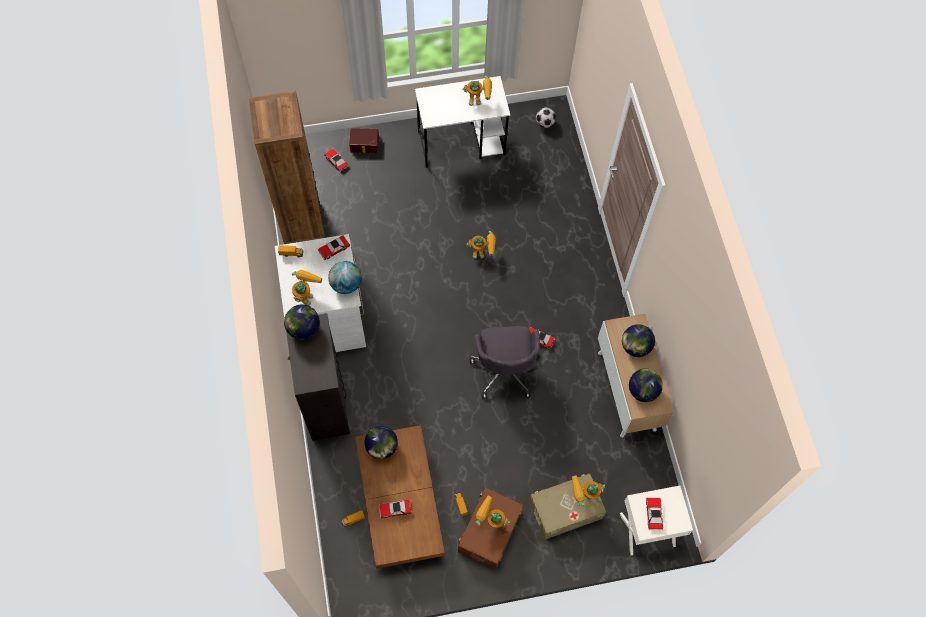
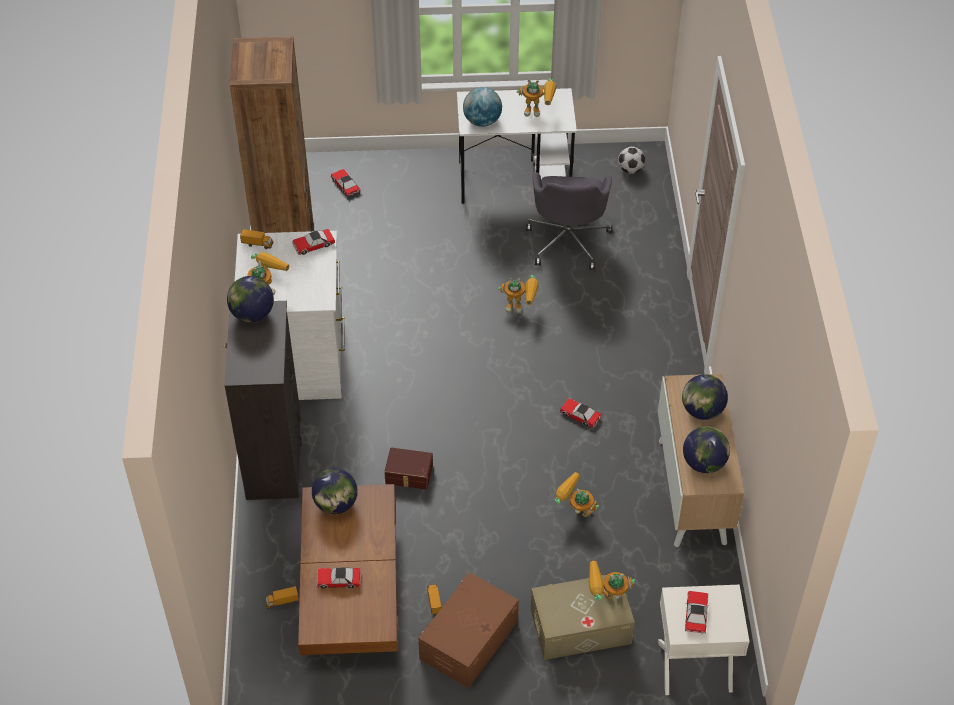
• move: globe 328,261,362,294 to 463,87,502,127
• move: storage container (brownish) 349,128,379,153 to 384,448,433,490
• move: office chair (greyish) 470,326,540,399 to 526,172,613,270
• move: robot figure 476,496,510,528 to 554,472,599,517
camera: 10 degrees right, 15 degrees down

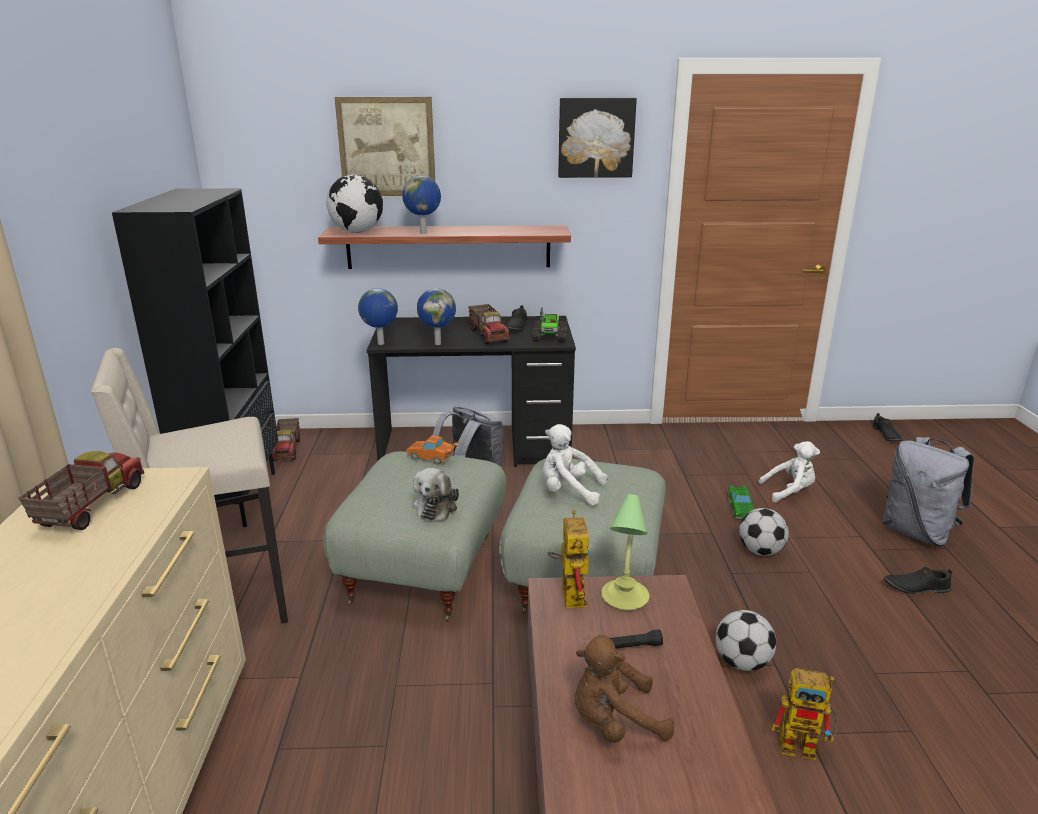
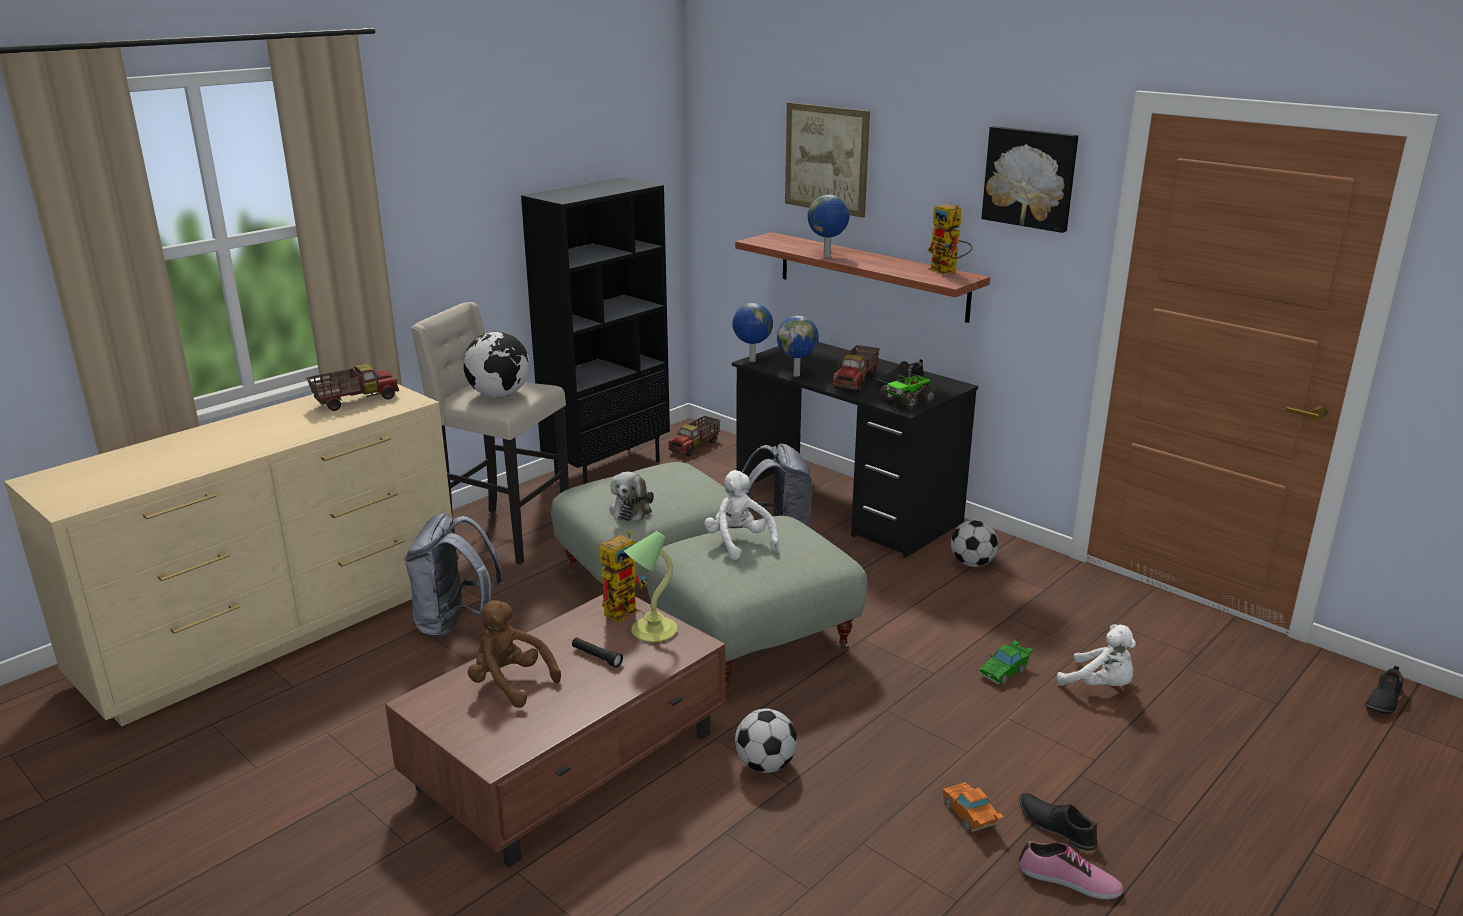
• move: globe 326,175,383,233 to 463,332,530,398
• move: miniature car (orange) 406,435,459,465 to 942,782,1004,832
• rotate: soft toy 412,468,459,520 = 609,472,654,521 45 degrees counterclockwise
• move: football 739,508,789,556 to 951,520,999,567
• move: robot figure 771,668,837,760 to 927,204,973,275
• move: backpack (greyish) 882,437,974,546 to 404,513,504,638
• insert: item of footwear 1019,841,1123,899
camera: 45 degrees right, 0 degrees up

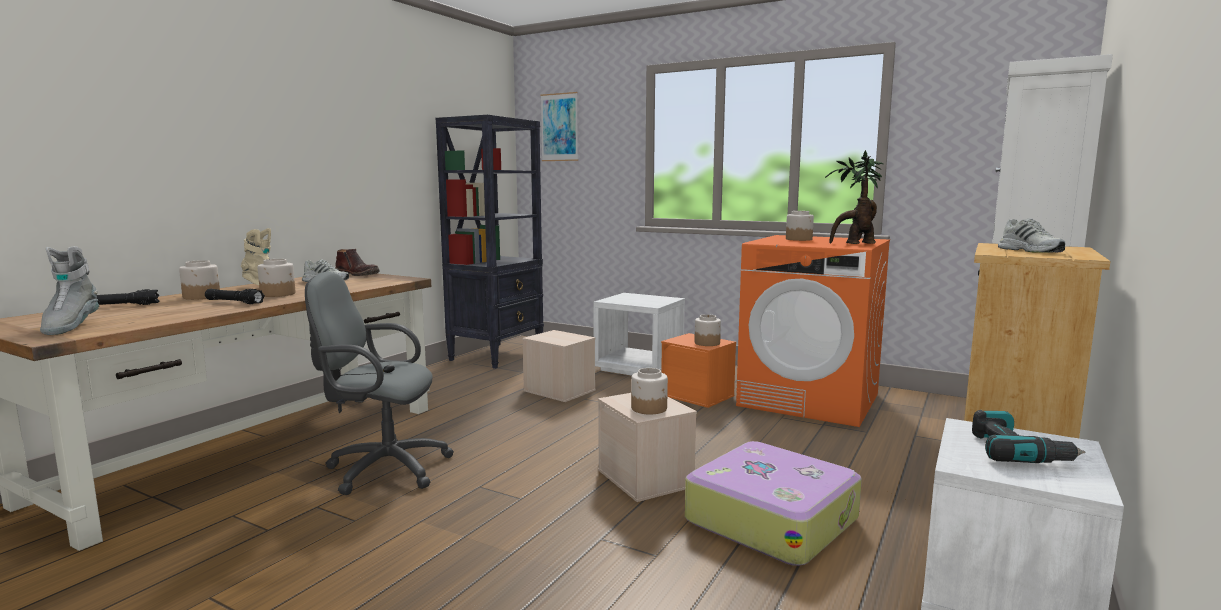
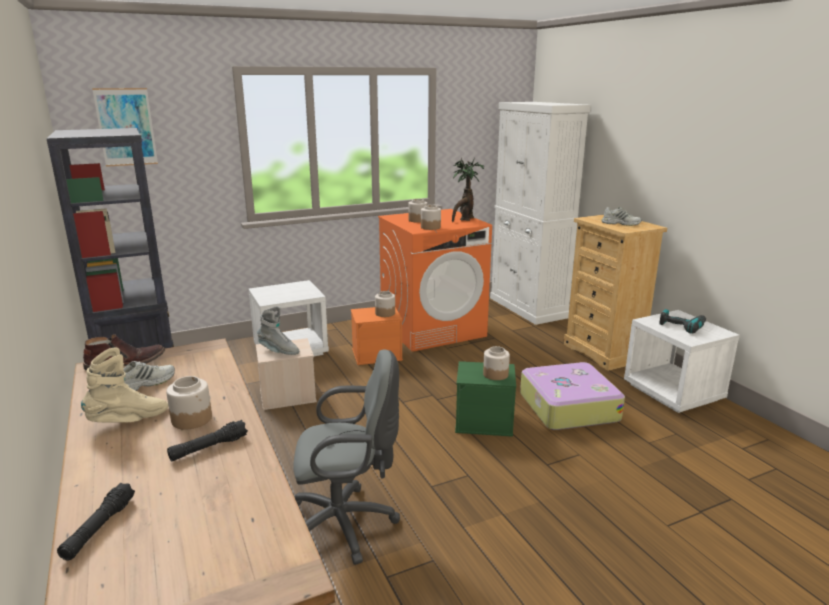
• move: boot (greyish) 40,246,100,335 to 257,306,299,355
• move: storage jar 179,260,220,300 to 421,205,441,230
• rotate: office chair (greyish) 305,272,454,495 = 293,349,400,565 135 degrees counterclockwise
• recolor: storage container (sand-coloured) 598,393,697,502 to storage container (green-coloured) 455,361,516,437
camera: 55 degrees left, 10 degrees up

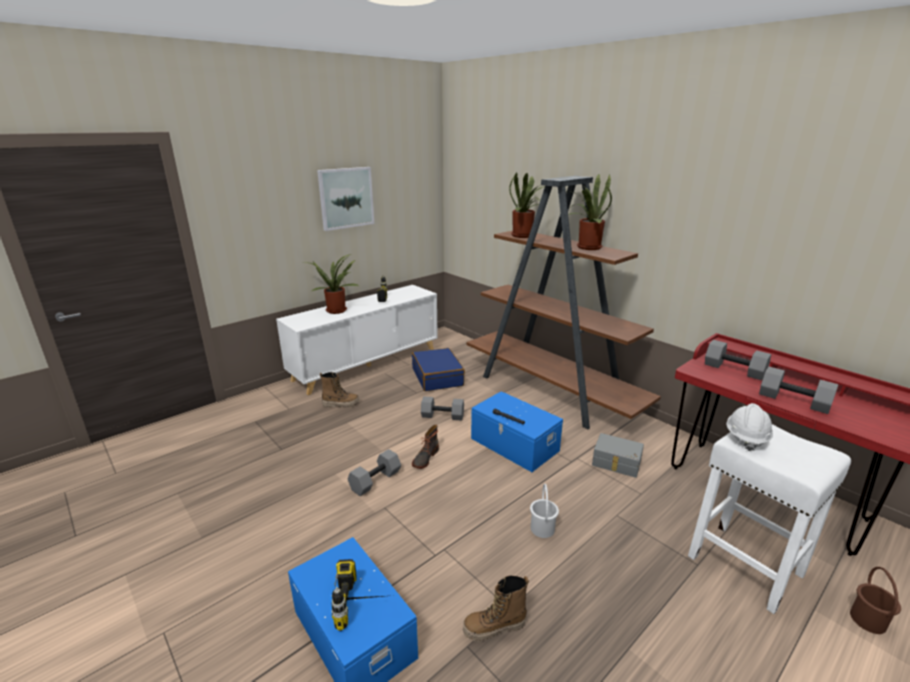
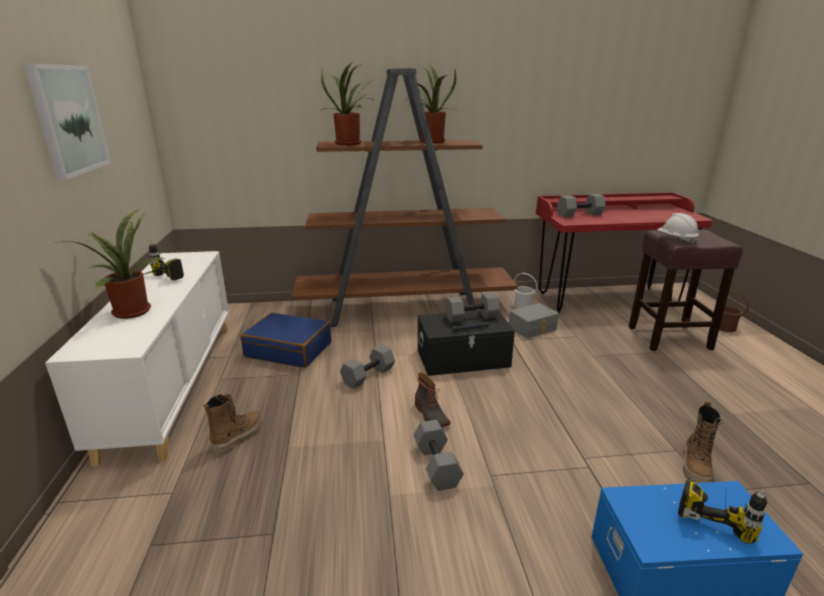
• recolor: storage container (blue) 471,391,563,472 to storage container (blackish) 418,310,515,376
• move: bucket (white-coloured) 530,484,559,538 to 514,273,538,309
• recolor: sitting stool (white-coloured) 688,424,851,614 to sitting stool (brownish) 629,230,743,351
• move: free weight (greyish) 759,367,838,414 to 445,293,500,323
camera: 55 degrees left, 0 degrees up

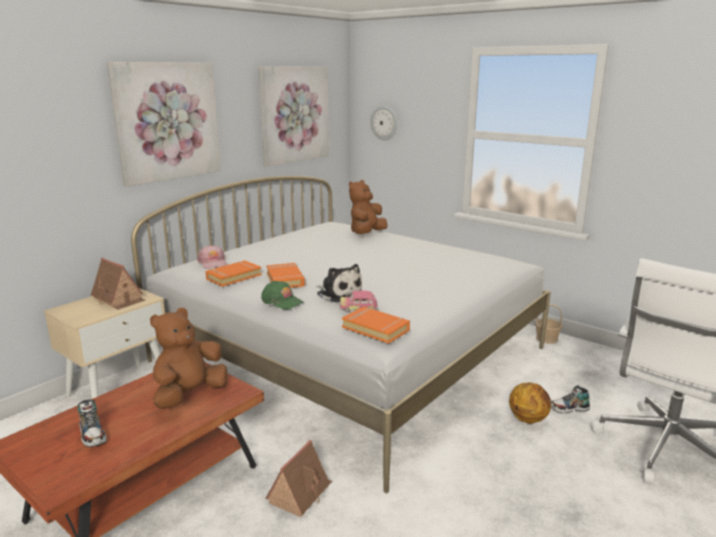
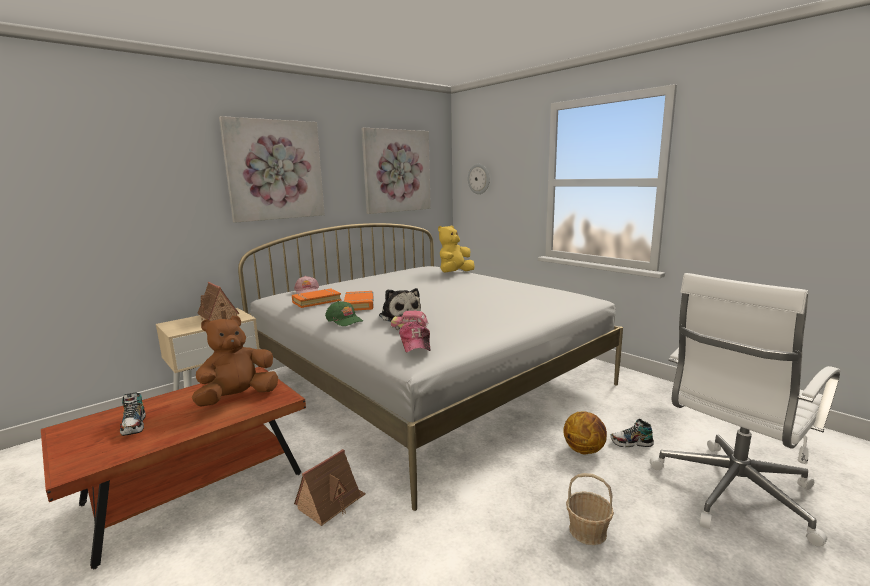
• replace: book (orange) 342,307,410,343 to peaked cap 399,321,430,353
• recolor: soft toy (brownish) 349,180,387,234 to soft toy (yellow) 438,226,475,273
• move: storage basket 535,304,562,344 to 566,473,614,545
camera: 10 degrees right, 5 degrees down

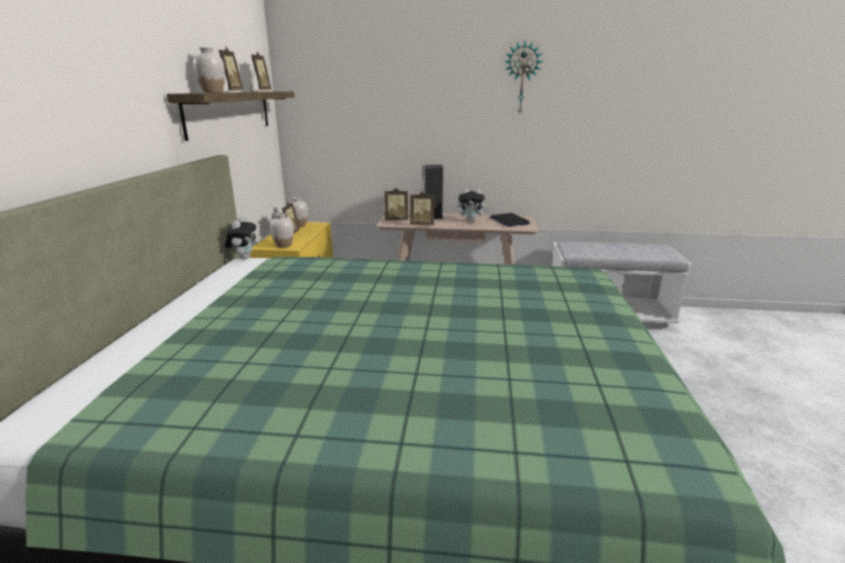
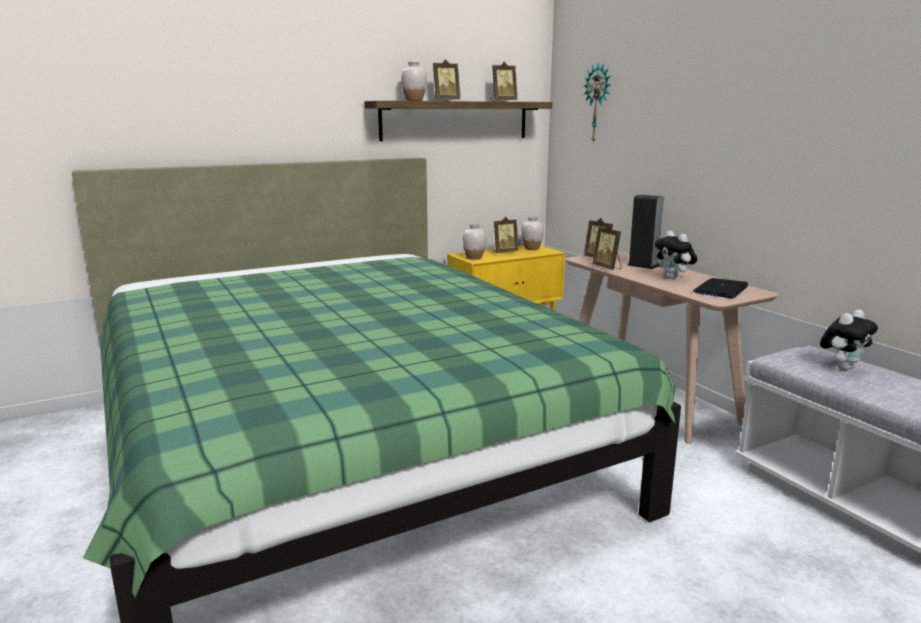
• move: soft toy 224,217,256,259 to 820,310,878,370
• move: clock on the wall 505,40,543,113 to 583,63,611,144
camera: 55 degrees right, 5 degrees down

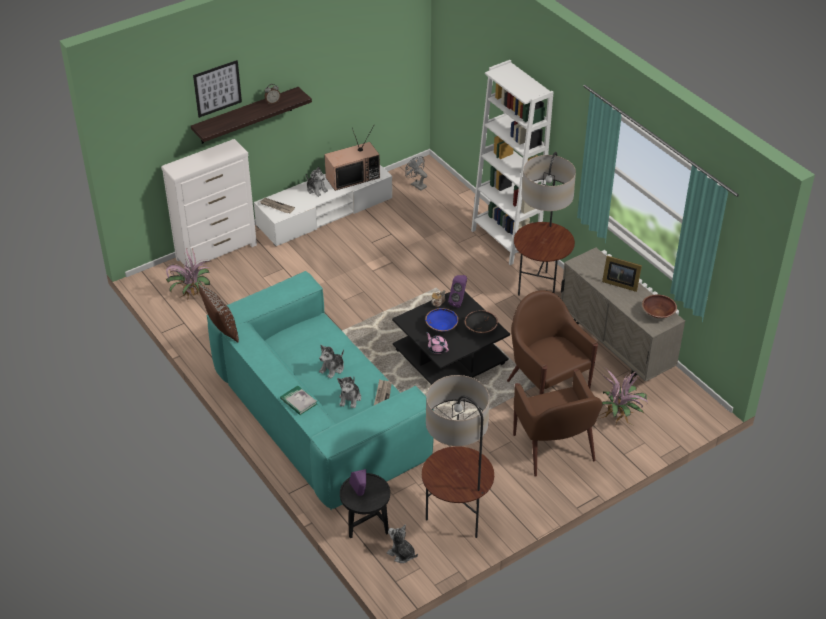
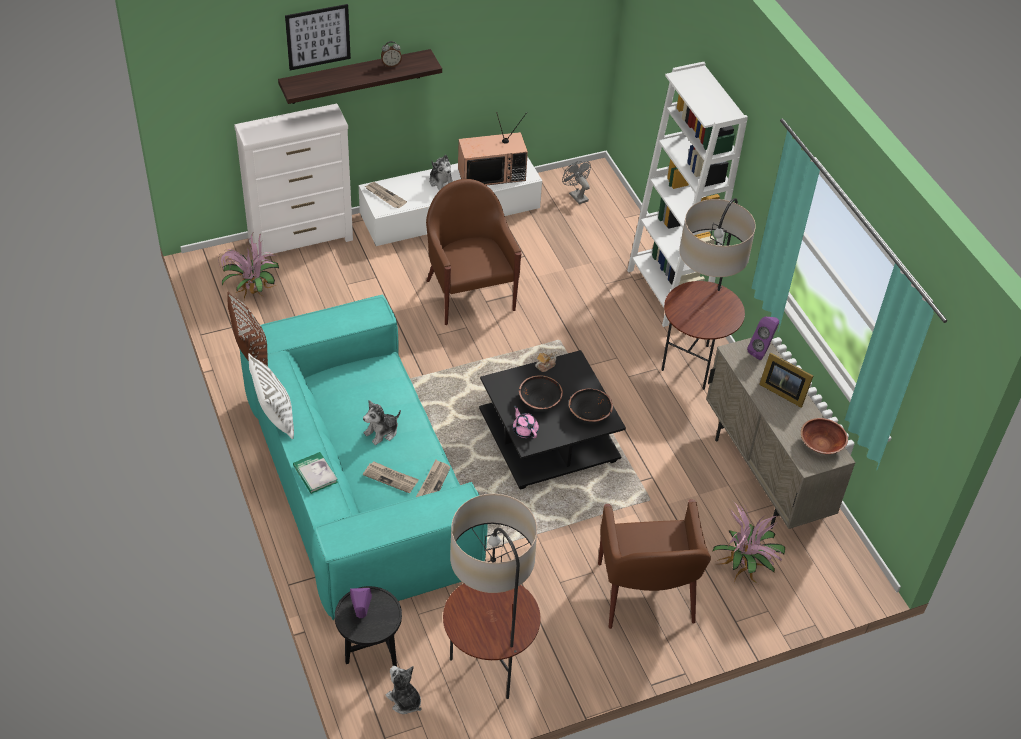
• replace: soft toy 337,377,361,408 to daily paper 363,461,419,494
• recolor: deep dish (blue) 425,308,459,332 to deep dish (blackish) 519,375,563,409
• move: audio speaker (purple-coloured) 448,275,467,308 to 747,317,779,360
• move: lounge chair (brownish) 507,290,598,395 to 426,179,521,325
• insert: cushion (white-coloured) 248,353,294,439
camera: 10 degrees right, 5 degrees up

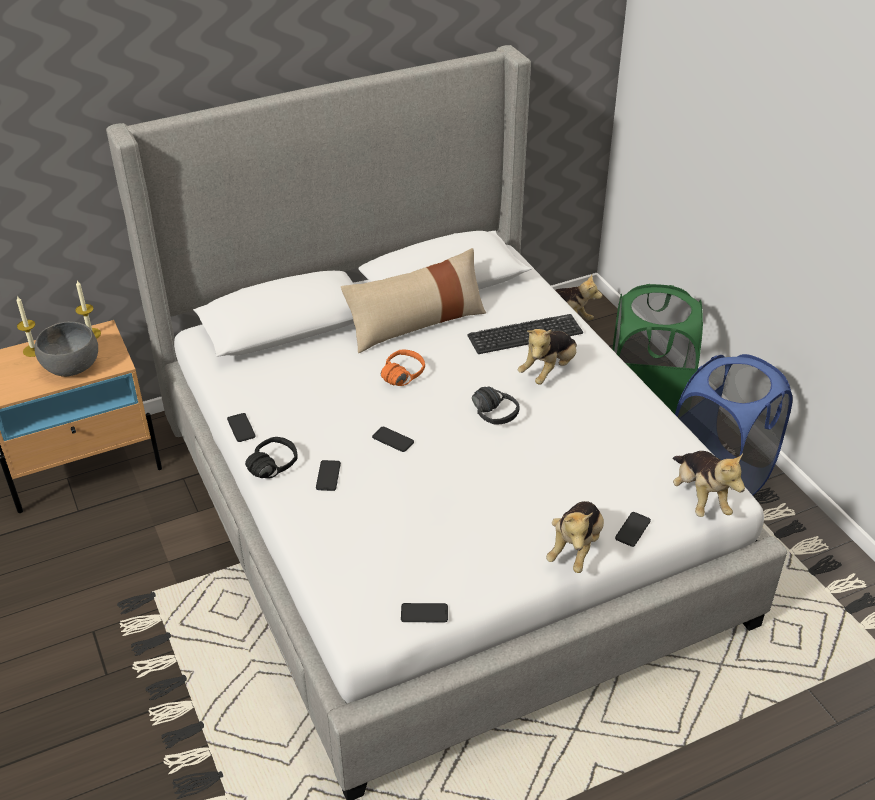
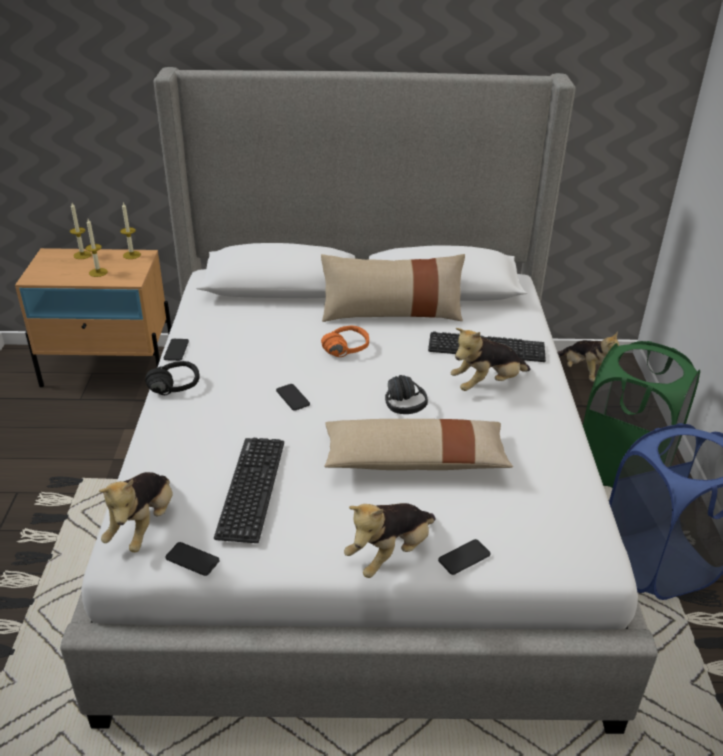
• replace: deep dish (greyish) 34,322,98,377 to wax light 85,219,108,277
• delete: telephone 316,460,341,491
• move: soft toy 672,451,745,517 to 99,472,173,552
• insert: keyboard 214,438,284,543
• insert: cushion (sand-coloured) 324,419,513,470
camera: 25 degrees right, 5 degrees down

